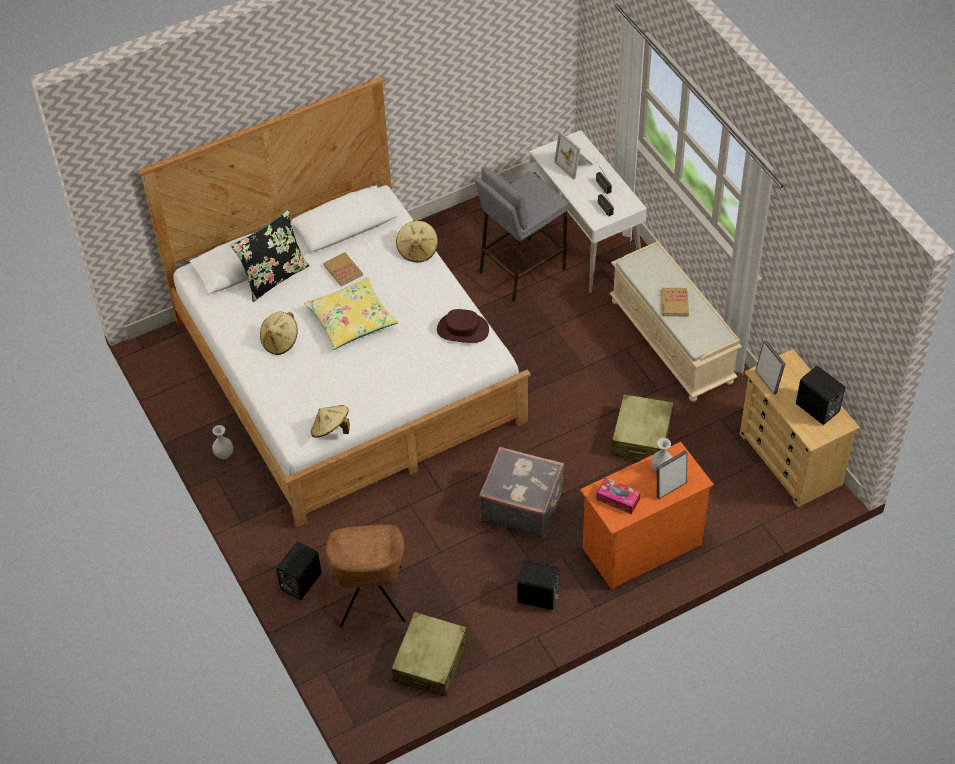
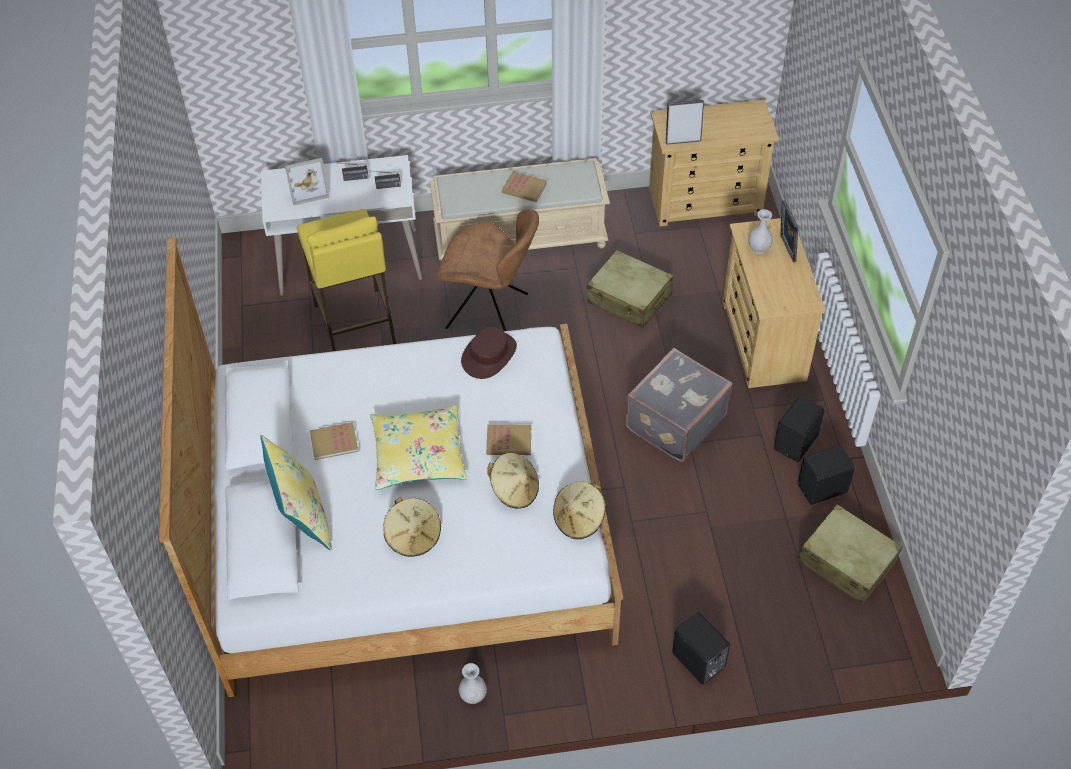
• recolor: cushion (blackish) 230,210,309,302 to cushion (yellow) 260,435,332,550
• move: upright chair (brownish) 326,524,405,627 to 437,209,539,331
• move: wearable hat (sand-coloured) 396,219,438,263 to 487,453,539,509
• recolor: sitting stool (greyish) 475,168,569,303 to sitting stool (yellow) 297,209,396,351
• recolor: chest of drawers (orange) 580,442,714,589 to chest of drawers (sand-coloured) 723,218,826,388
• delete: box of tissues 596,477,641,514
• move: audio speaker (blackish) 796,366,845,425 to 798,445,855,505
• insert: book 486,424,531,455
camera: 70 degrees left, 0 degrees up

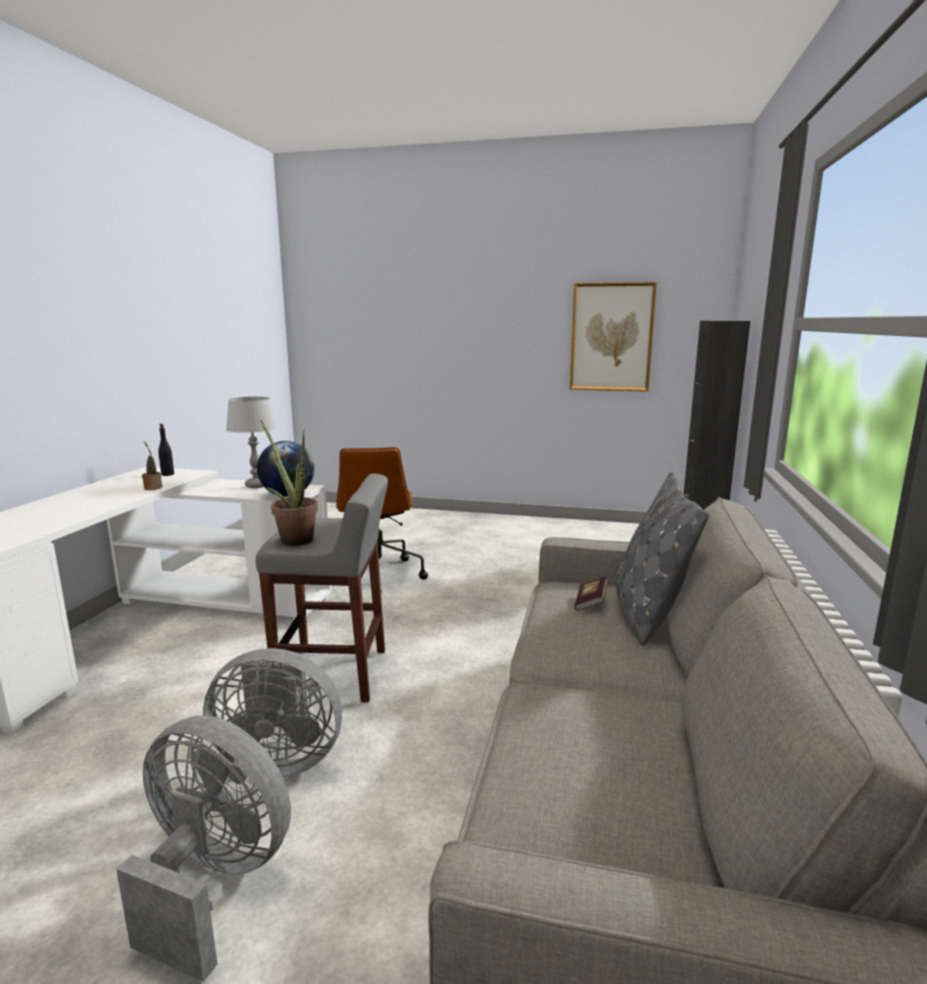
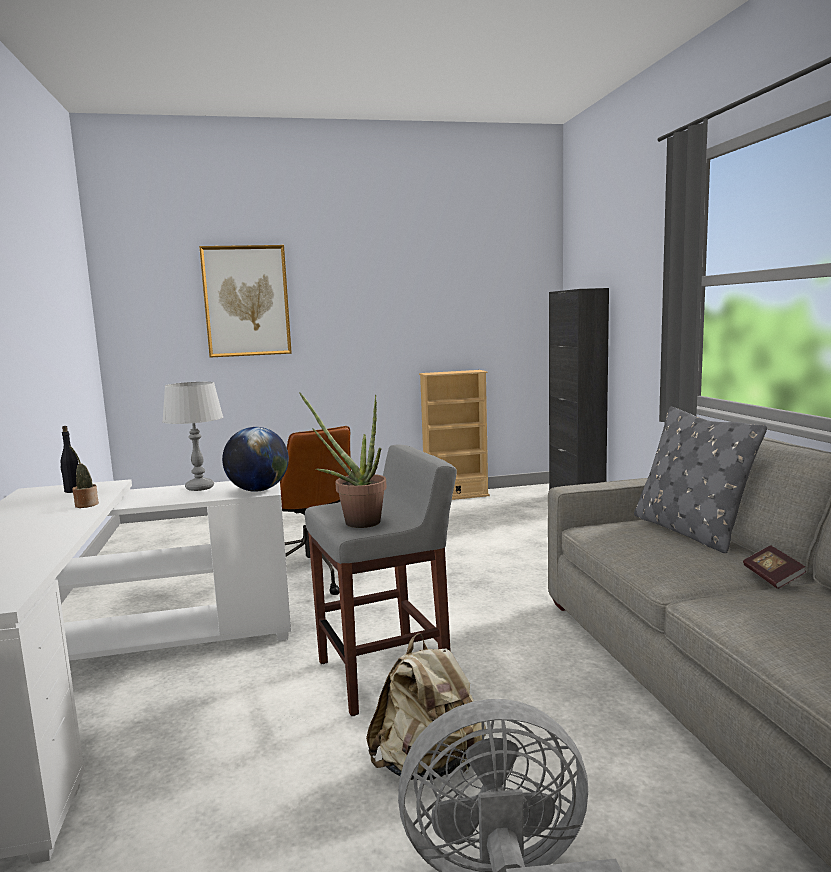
• replace: cooling fan (greyish) 203,648,342,777 to backpack (sand-coloured) 366,633,486,780
• move: wall picture 570,282,657,391 to 199,245,292,357
• move: book 574,576,608,611 to 743,545,807,589
• insert: bookcase (sand-coloured) 419,370,490,500
camera: 25 degrees left, 5 degrees down

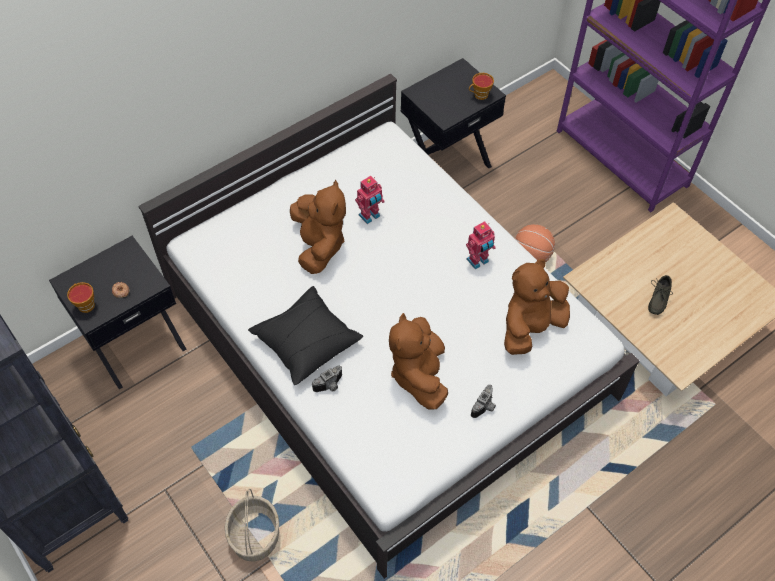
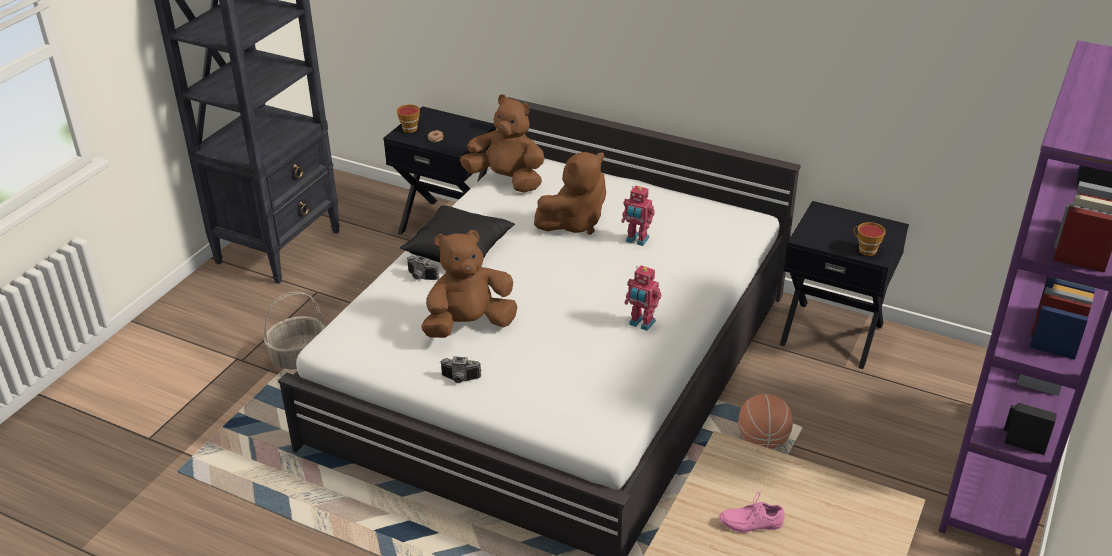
• move: soft toy (brownish) 504,259,570,355 to 460,94,545,192
• recolor: item of footwear (greyish) 648,275,673,315 to item of footwear (pinkish) 719,490,785,533
camera: 65 degrees right, 20 degrees down

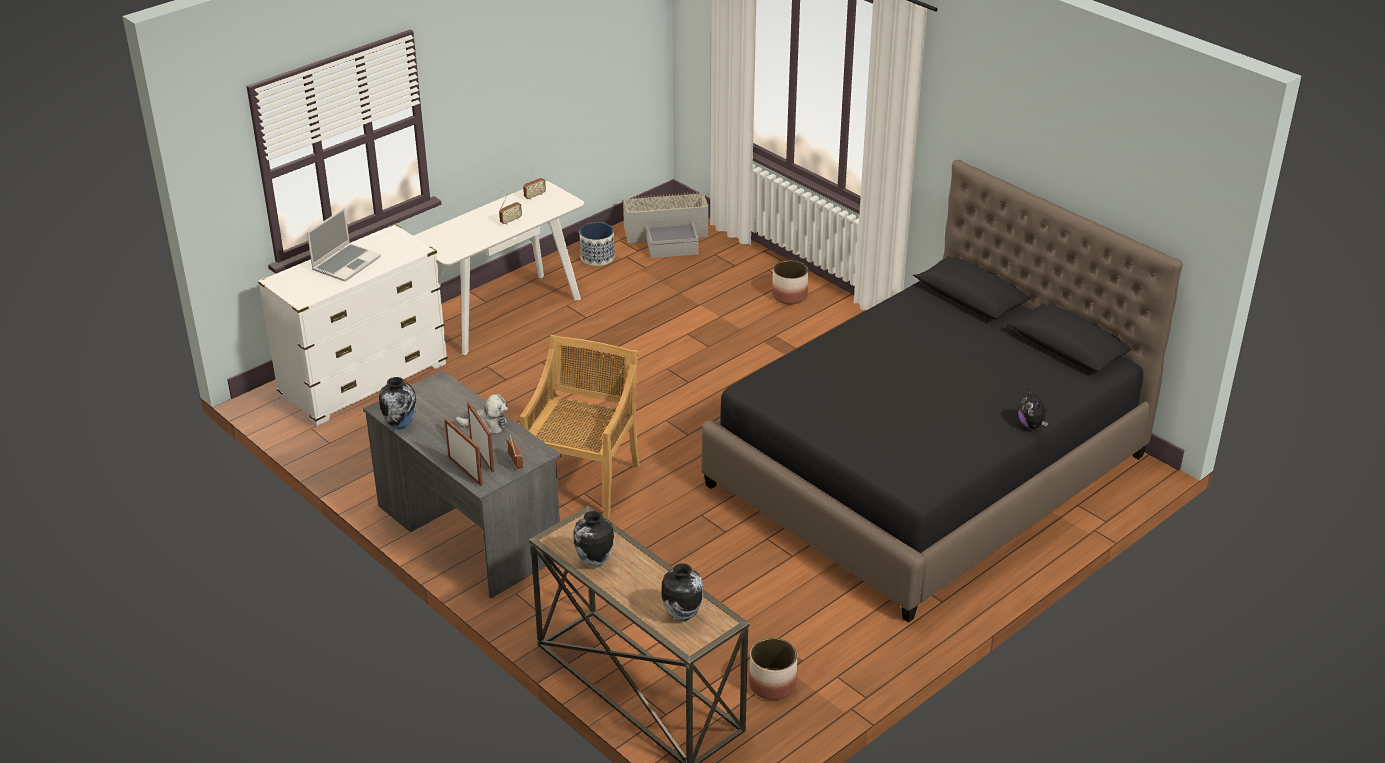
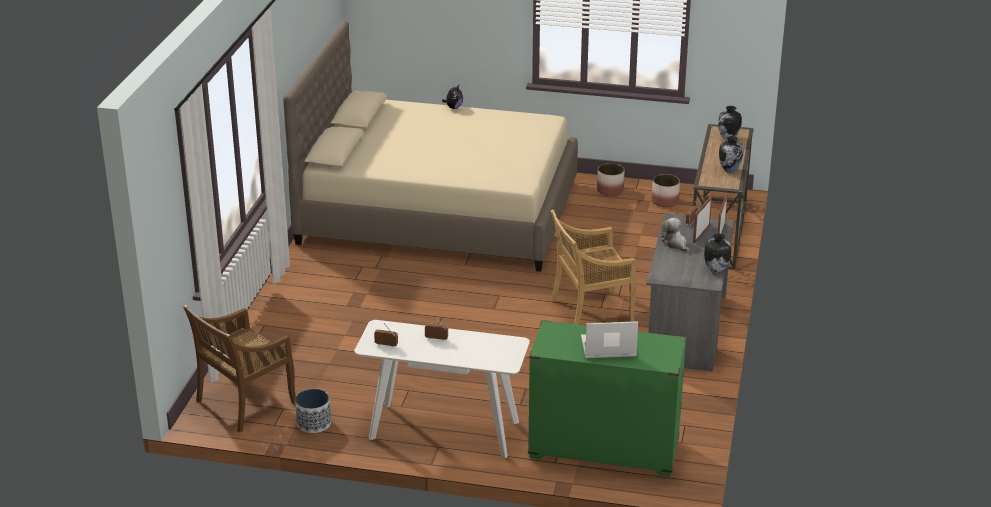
• recolor: chest of drawers (white-coloured) 258,224,448,426 to chest of drawers (green-coloured) 528,320,687,477
• replace: storage container (greyish) 623,193,708,258 to upright chair (brownish) 183,305,296,433
• recolor: bed (blackish) 701,160,1183,623 to bed (sand-coloured) 283,21,578,272
• move: planter 772,260,808,304 to 597,163,625,196
camera: 125 degrees left, 5 degrees down

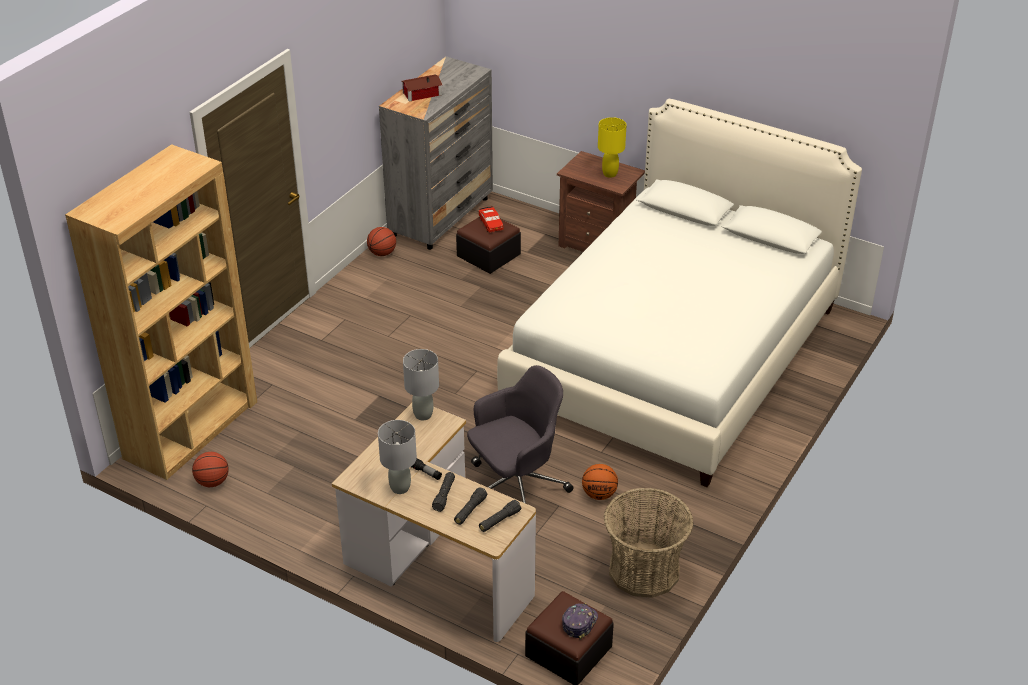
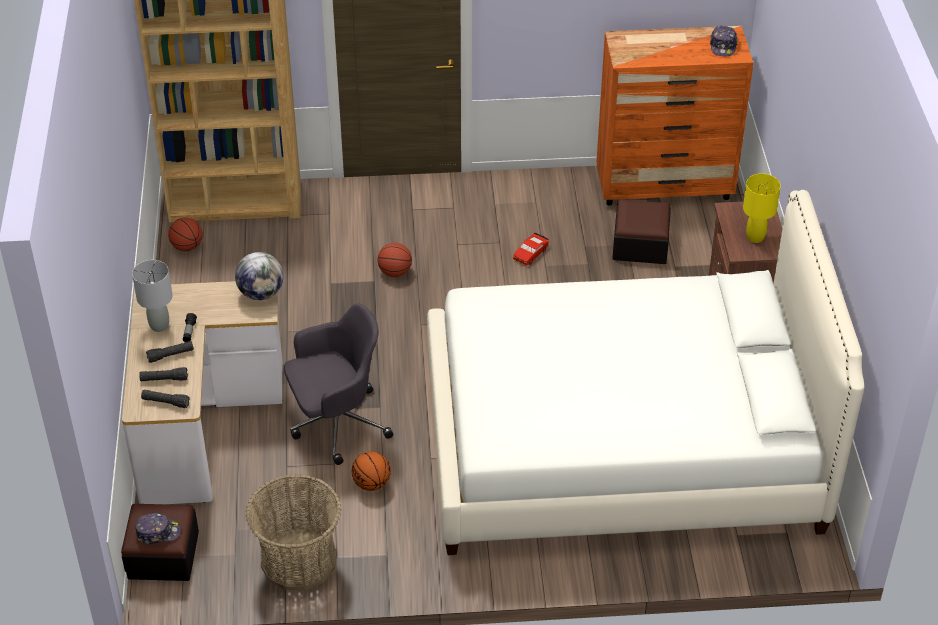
• move: basketball 367,227,396,256 to 377,243,412,277
• recolor: chest of drawers (greyish) 379,56,493,250 to chest of drawers (orange) 597,26,754,205
• delete: toy house 401,75,442,102
• replace: lamp for a table (greyish) 403,349,439,420 to globe 235,252,284,300
• rotate: office chair (greyish) 467,365,574,503 = 284,303,393,465 45 degrees counterclockwise
• move: miniature car (red) 479,206,503,232 to 513,233,549,266
• insert: peaked cap 710,26,738,56
camera: 55 degrees right, 5 degrees up

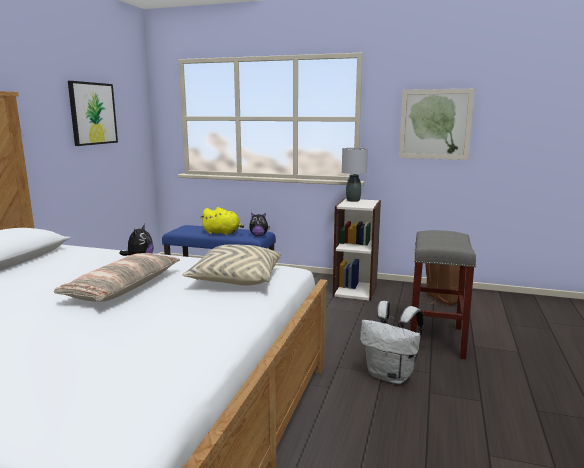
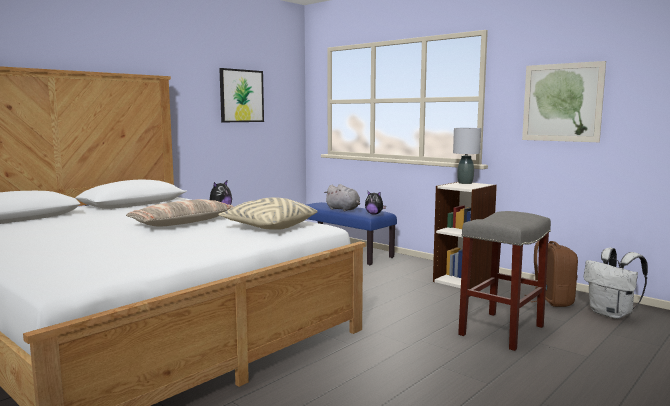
• recolor: soft toy (yellow) 200,207,244,235 to soft toy (greyish) 324,184,360,211
• move: backpack (white-coloured) 360,301,424,384 to 583,248,648,319
camera: 25 degrees right, 5 degrees down

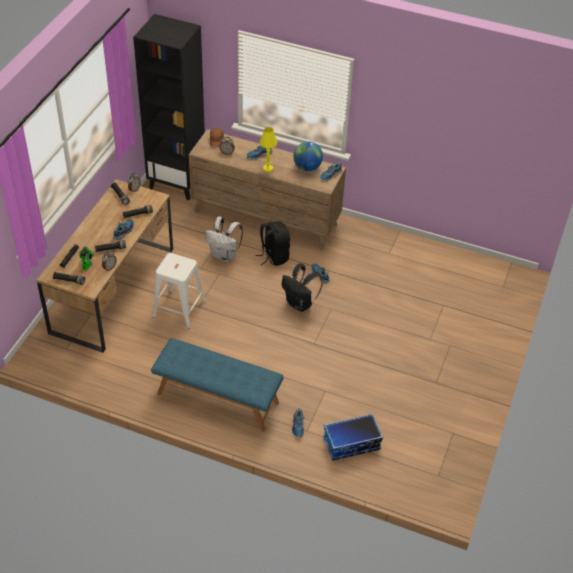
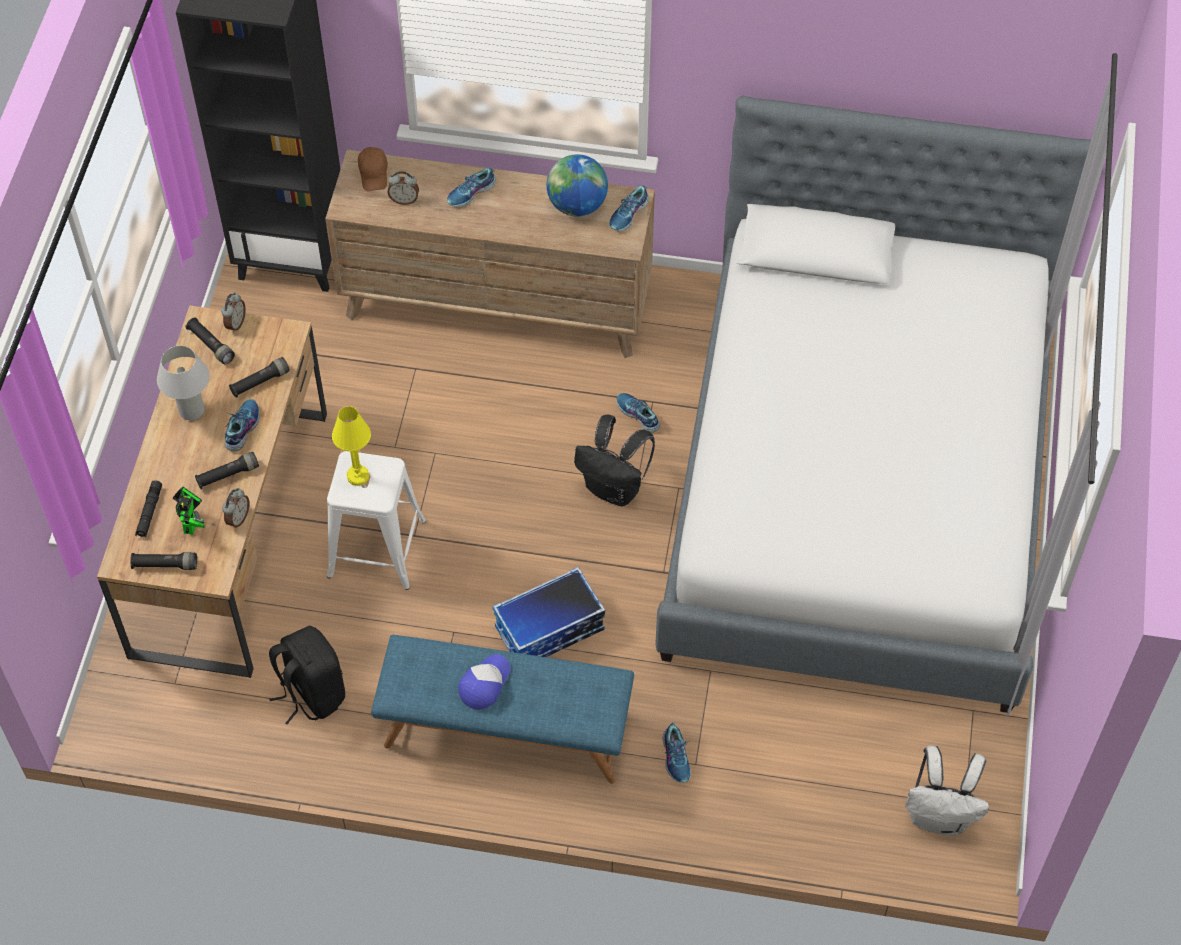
• move: backpack (white-coloured) 205,217,243,262 to 905,745,989,835
• move: backpack (blackish) 256,221,290,266 to 269,626,345,724
• move: lamp for a table (yellow) 260,127,277,172 to 332,406,371,486
• move: storage container 323,413,383,461 to 493,567,605,657
• insert: lamp for a table (white-coloured) 157,346,210,420
• insert: peaked cap 458,654,510,709
• insert: bed 656,96,1091,713
camera: 10 degrees left, 10 degrees up

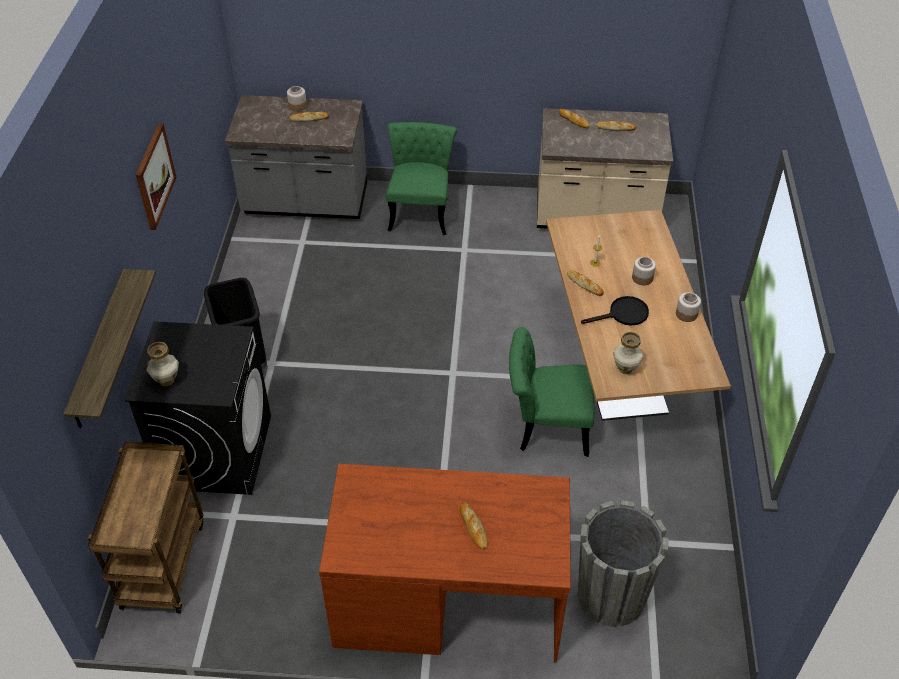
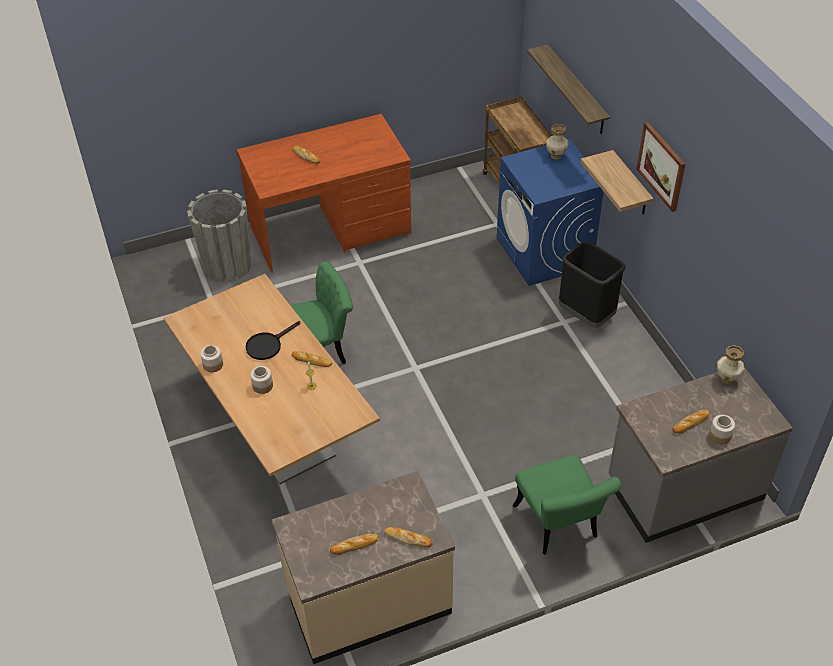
• recolor: washing machine (blackish) 125,321,271,495 to washing machine (blue) 497,139,604,286
• move: vase 613,332,643,375 to 717,345,745,384
• insert: shelf 581,150,654,215
camera: 155 degrees right, 0 degrees up

